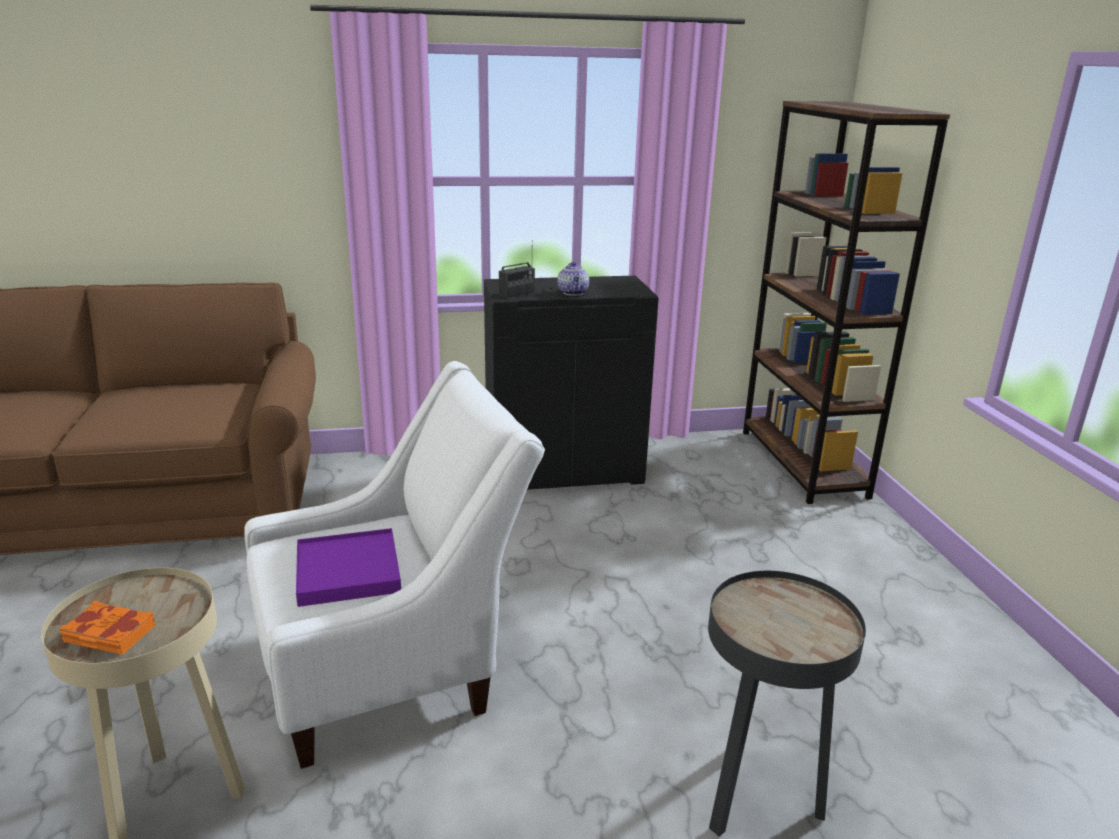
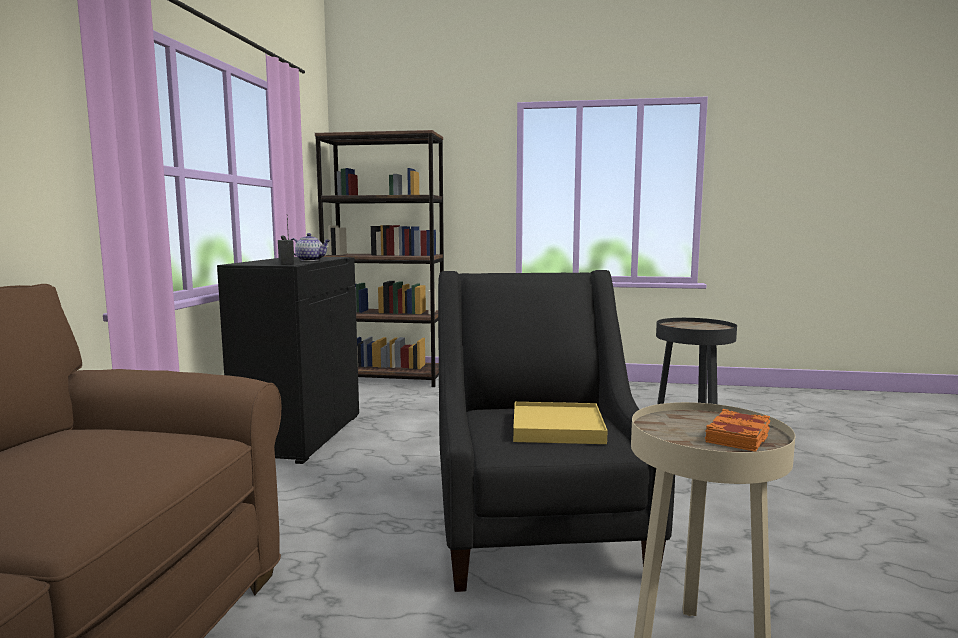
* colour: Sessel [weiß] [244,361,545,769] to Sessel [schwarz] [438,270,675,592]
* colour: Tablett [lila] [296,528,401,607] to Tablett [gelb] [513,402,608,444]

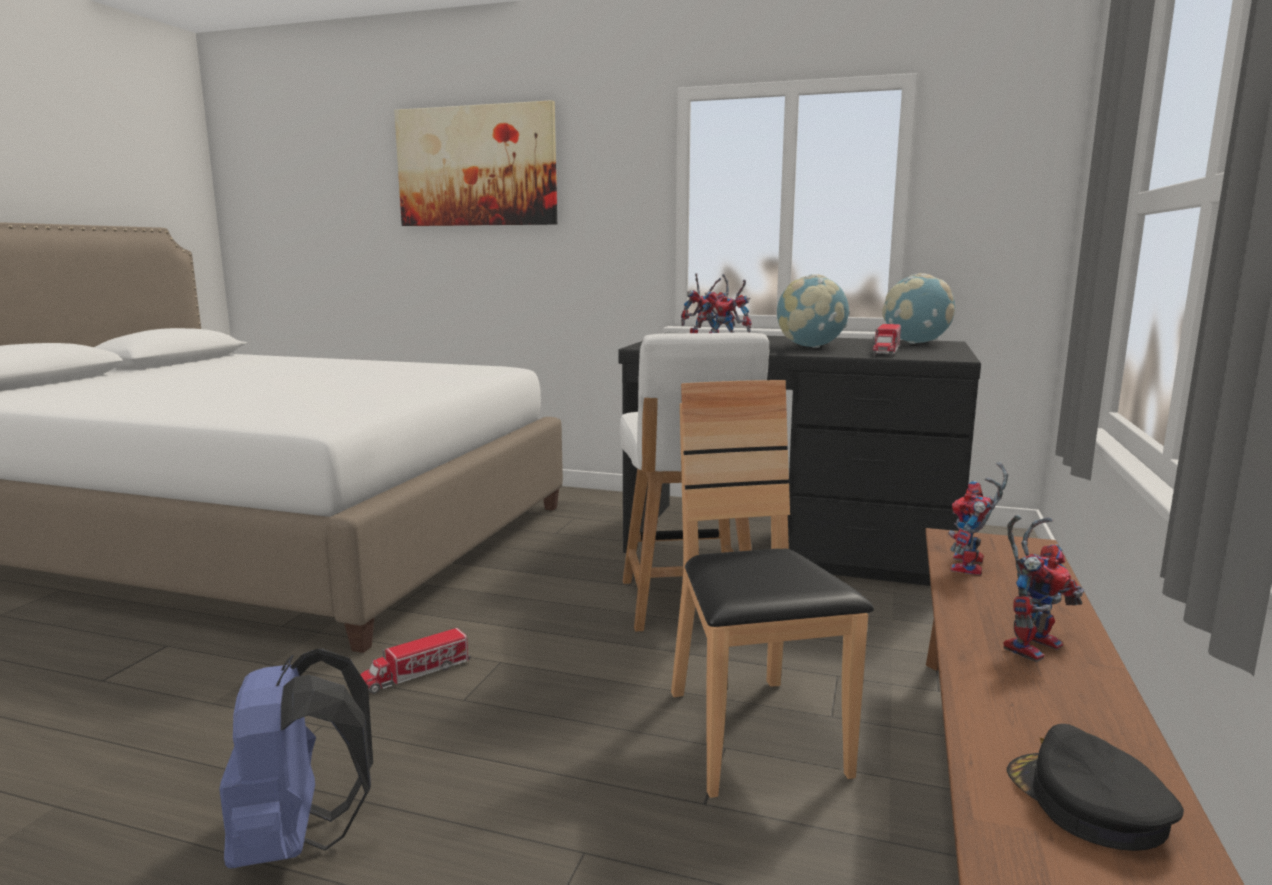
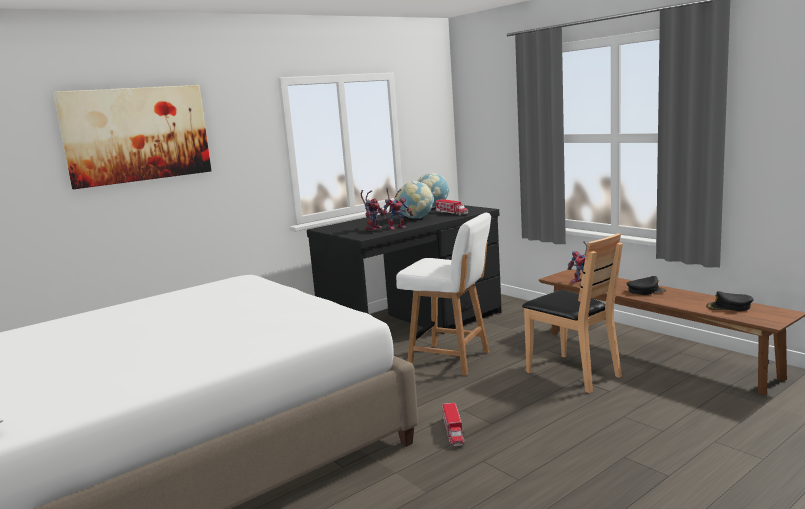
* missing: Rucksack [blau] [219,649,373,868]
* spun: Stuhl [braun] [671,380,874,798] = [522,233,623,393] 150 degrees counterclockwise
* exchanged: Spielzeugroboter [1003,515,1084,662] to Kappe [schwarz] [626,276,666,295]

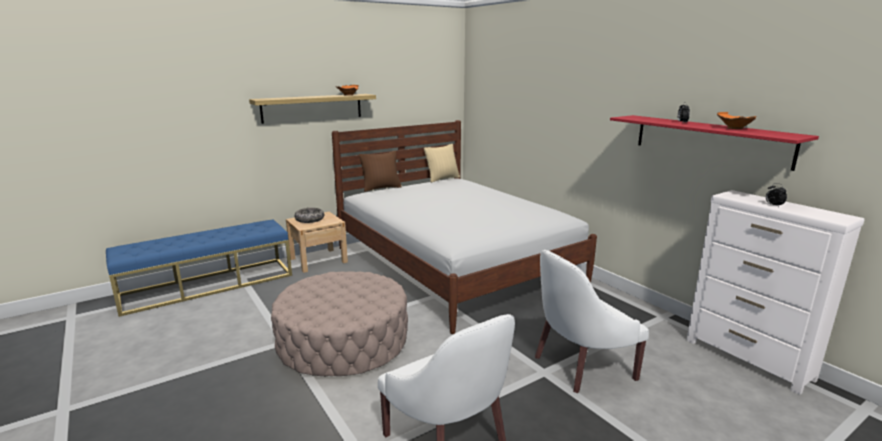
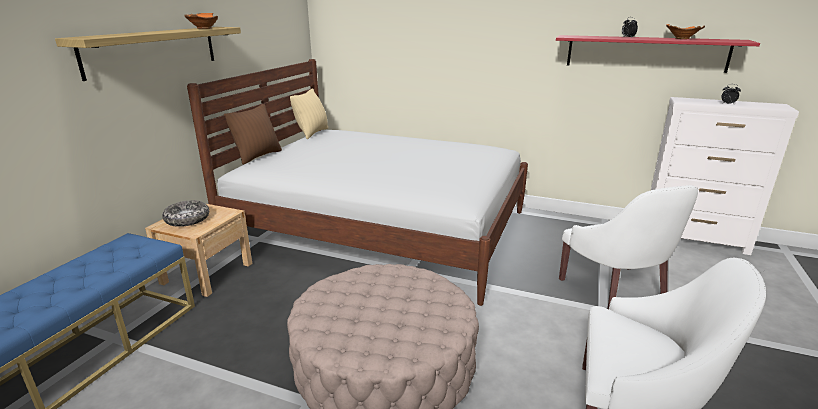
* spun: Sessel [weiß] [535,250,649,393] = [559,185,698,309] 45 degrees counterclockwise

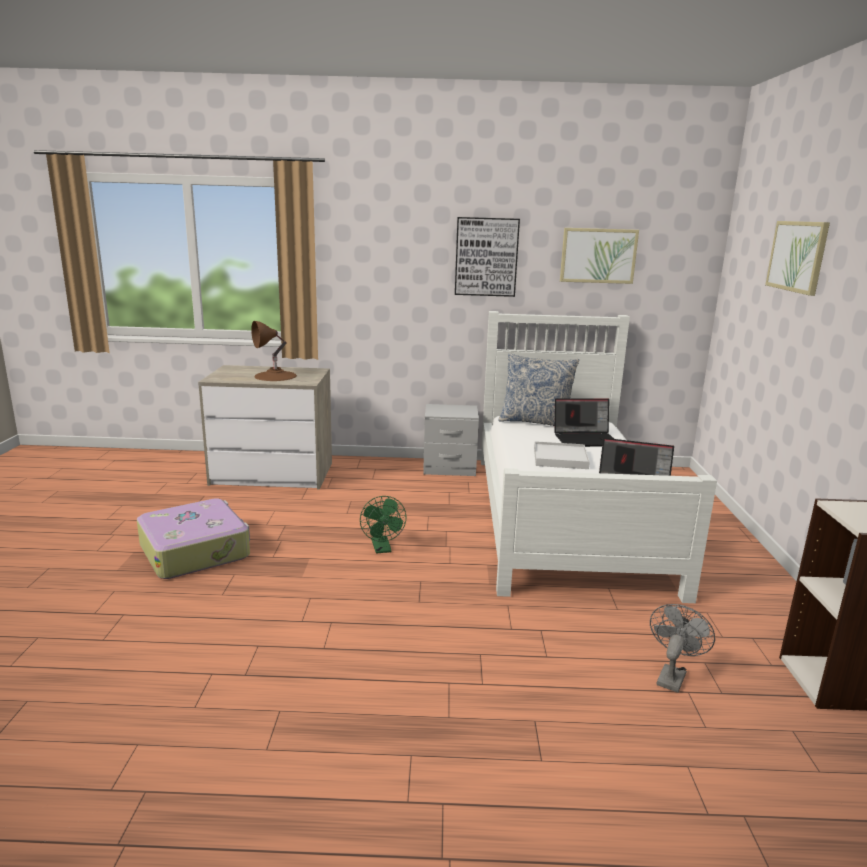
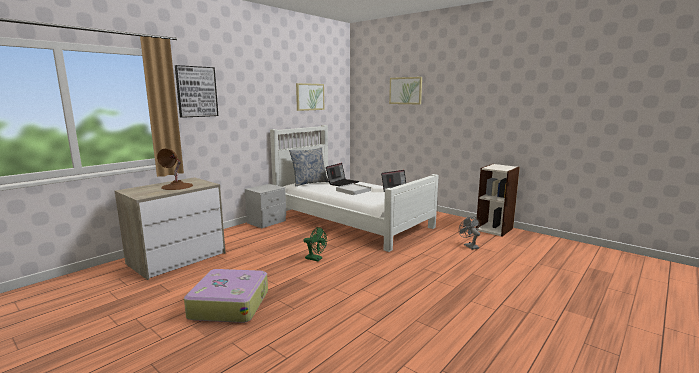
* relocated: Bild [455,217,520,297] to [175,65,218,118]

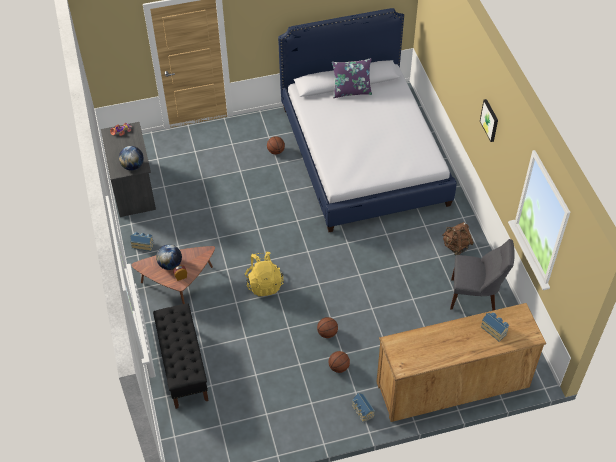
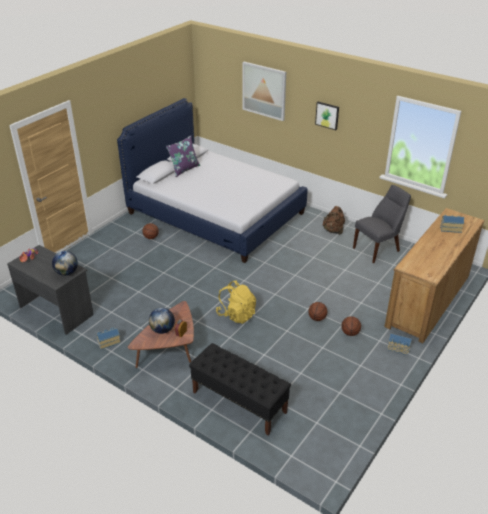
* appeared: Bild [242,62,286,121]

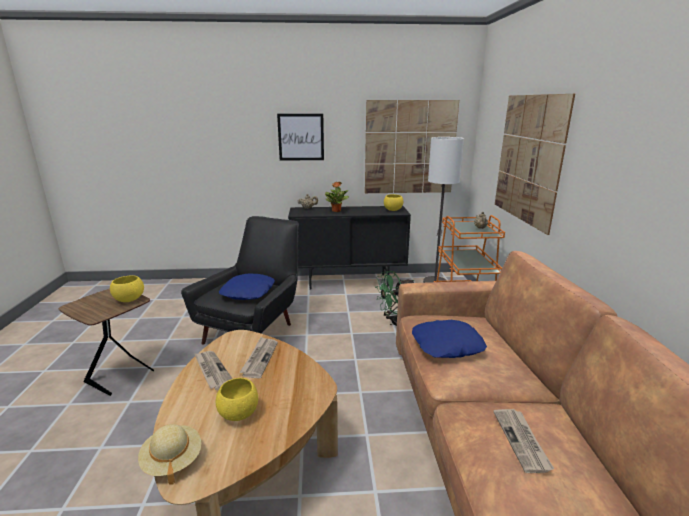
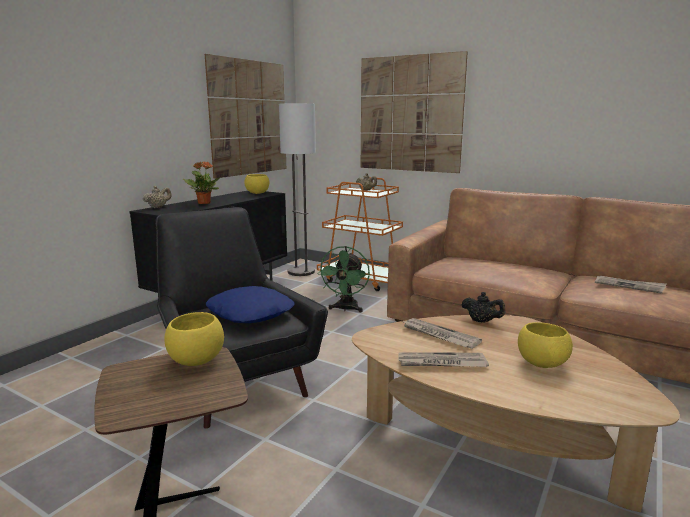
* missing: Hut [beige] [138,424,201,485]
* missing: Bild [277,114,324,161]
* missing: Kissen [blau] [412,320,487,358]
* appeared: Teekanne [schwarz] [462,292,506,323]

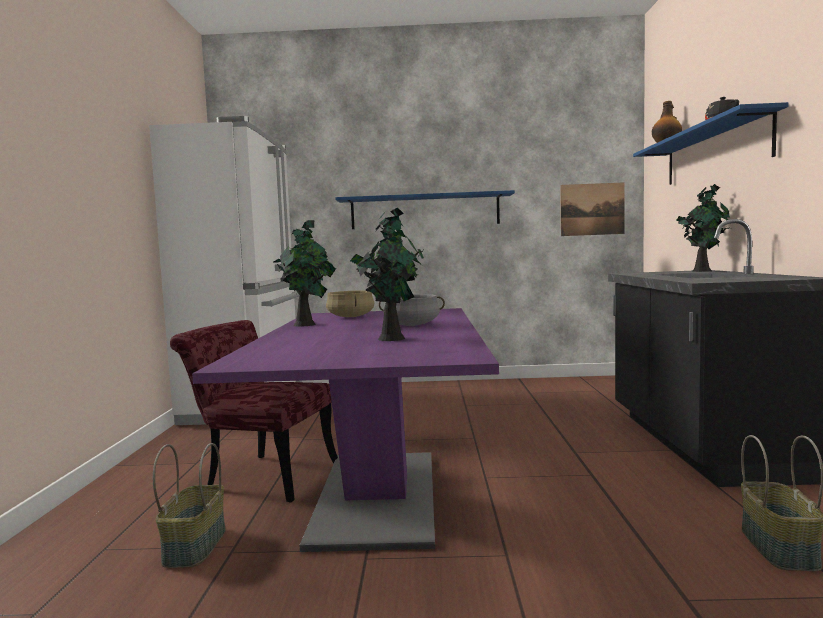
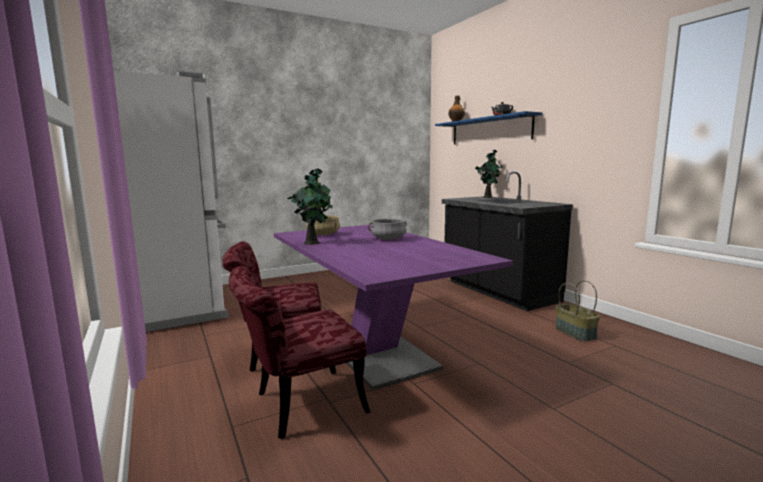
* exchanged: Korb [153,443,226,568] to Stuhl [rot] [229,266,370,439]
* missing: Wandregal [blau] [335,190,515,229]
* missing: Topfpflanze [350,207,424,341]
* missing: Bild [560,182,625,236]

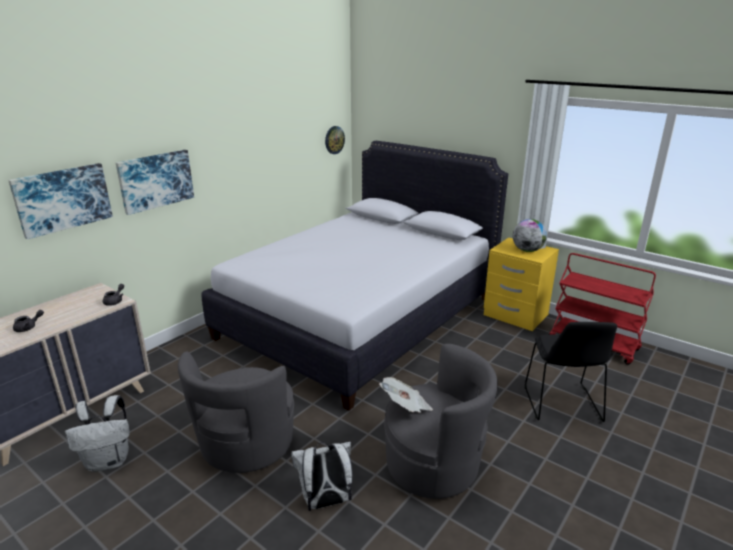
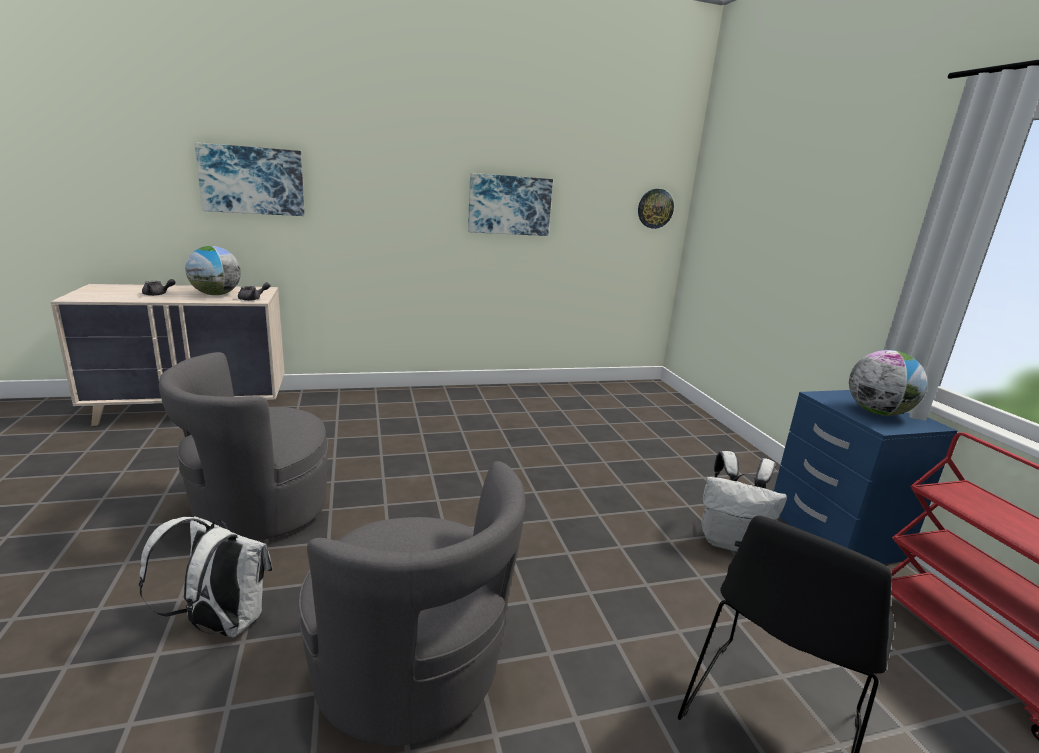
* relocated: Rucksack [weiß] [65,395,130,472] to [702,451,787,552]
* relocated: Bild [116,150,194,215] to [468,173,553,236]
* missing: Bett [weiß] [202,141,508,411]
* missing: Zeitung [379,377,433,413]
* colour: Nachttisch [gelb] [484,238,559,331] to Nachttisch [blau] [774,390,958,564]
* appeared: Globus [185,246,241,295]

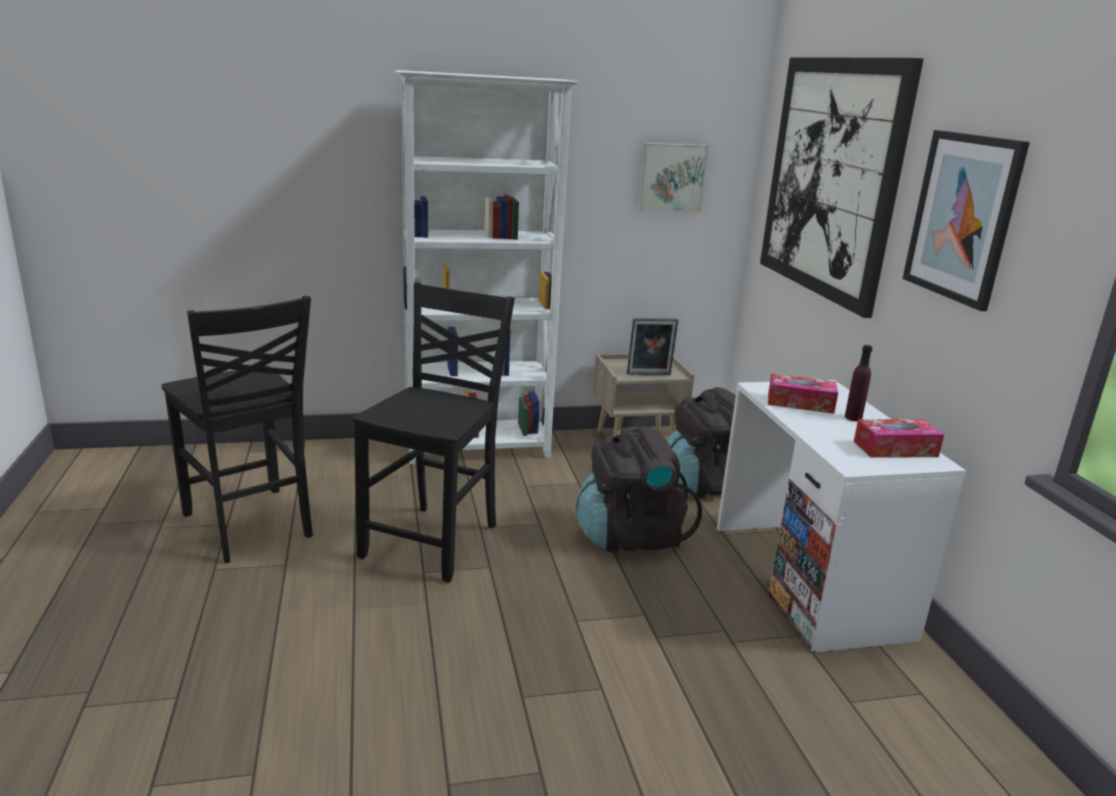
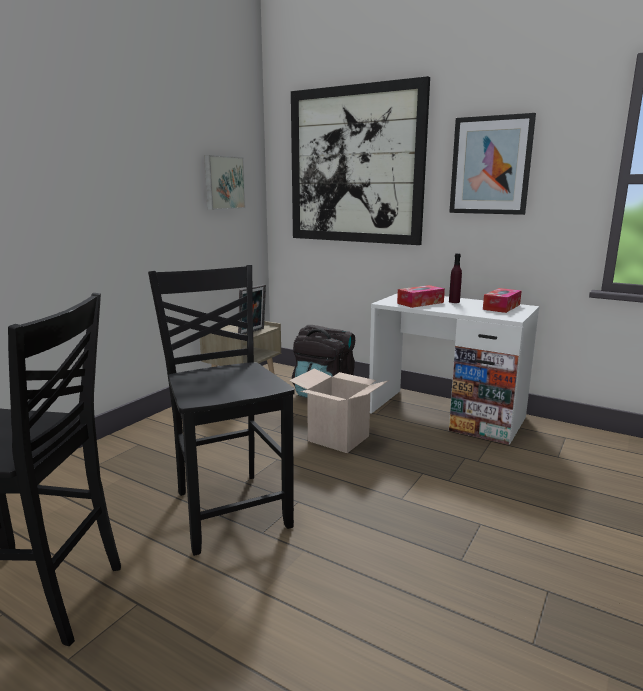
* missing: Bücherregal [weiß] [395,70,579,464]
* exchanged: Rucksack [schwarz] [576,426,702,553] to Karton [289,369,389,453]

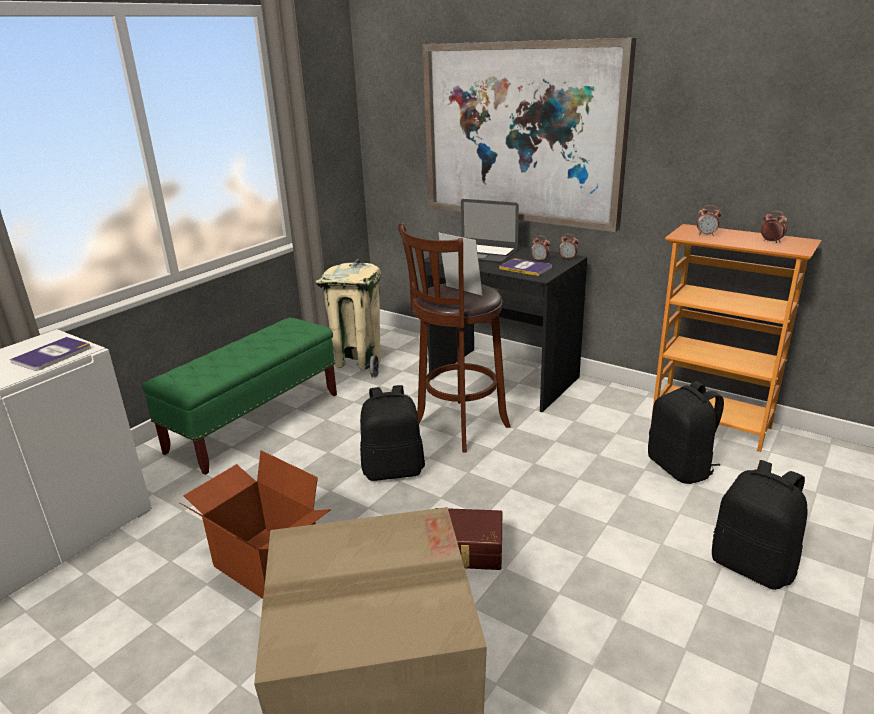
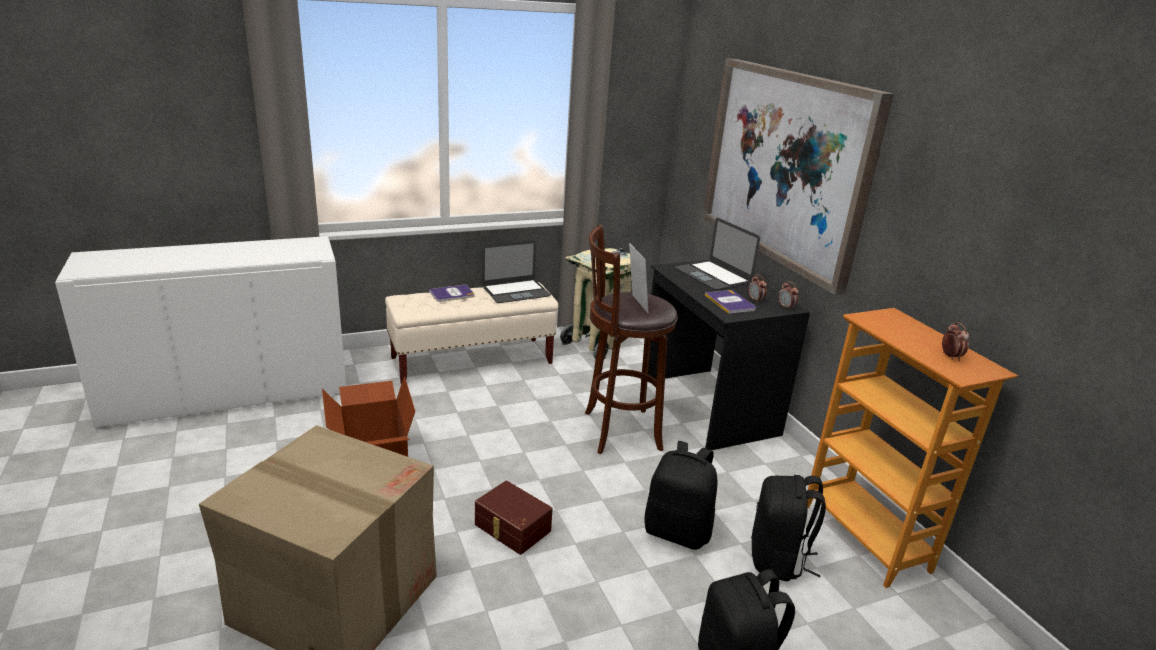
* relocated: Buch [10,337,91,371] to [429,284,475,302]
* colour: Bank [grün] [142,318,337,475] to Bank [beige] [385,282,558,384]
* relocated: Rucksack [schwarz] [360,385,425,481] to [644,441,718,550]
* missing: Wecker [696,205,721,236]
* appeared: Laptop [482,241,551,303]

